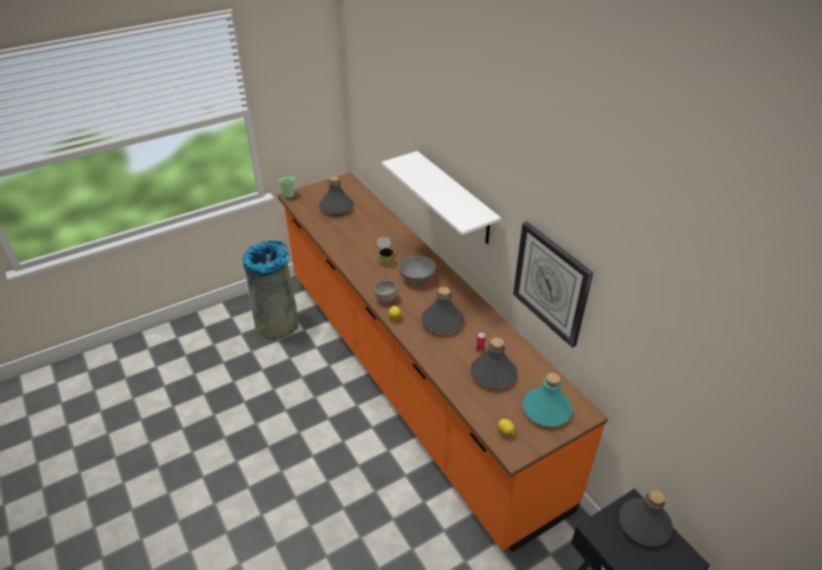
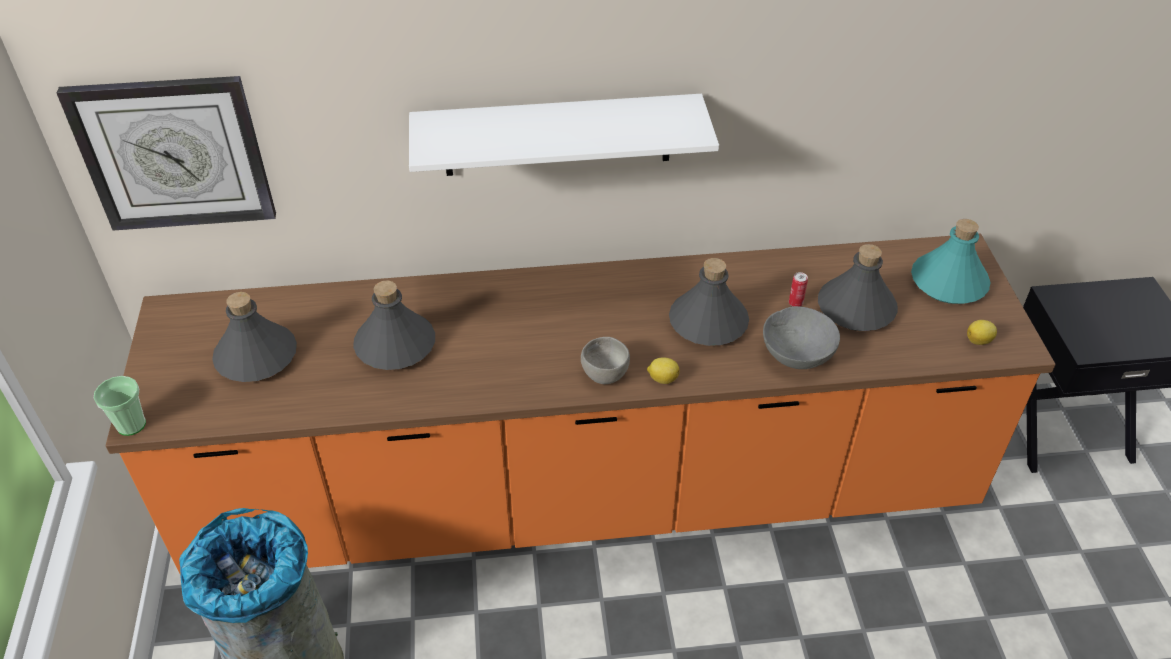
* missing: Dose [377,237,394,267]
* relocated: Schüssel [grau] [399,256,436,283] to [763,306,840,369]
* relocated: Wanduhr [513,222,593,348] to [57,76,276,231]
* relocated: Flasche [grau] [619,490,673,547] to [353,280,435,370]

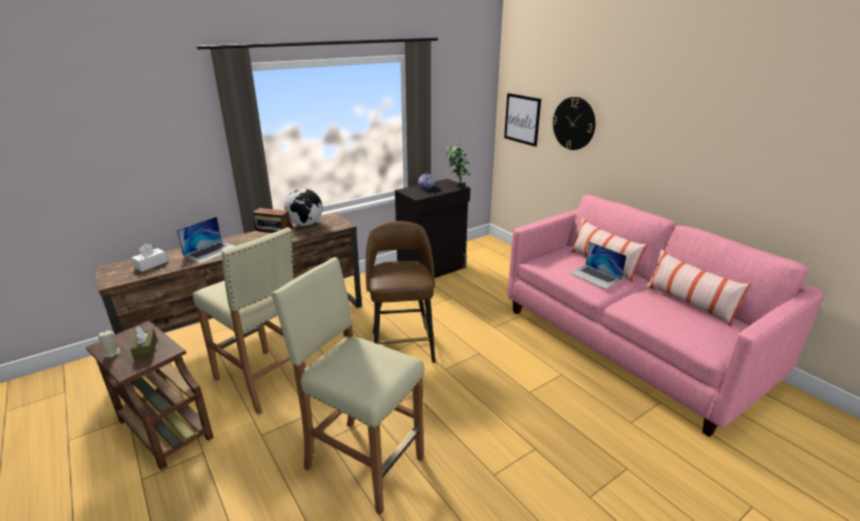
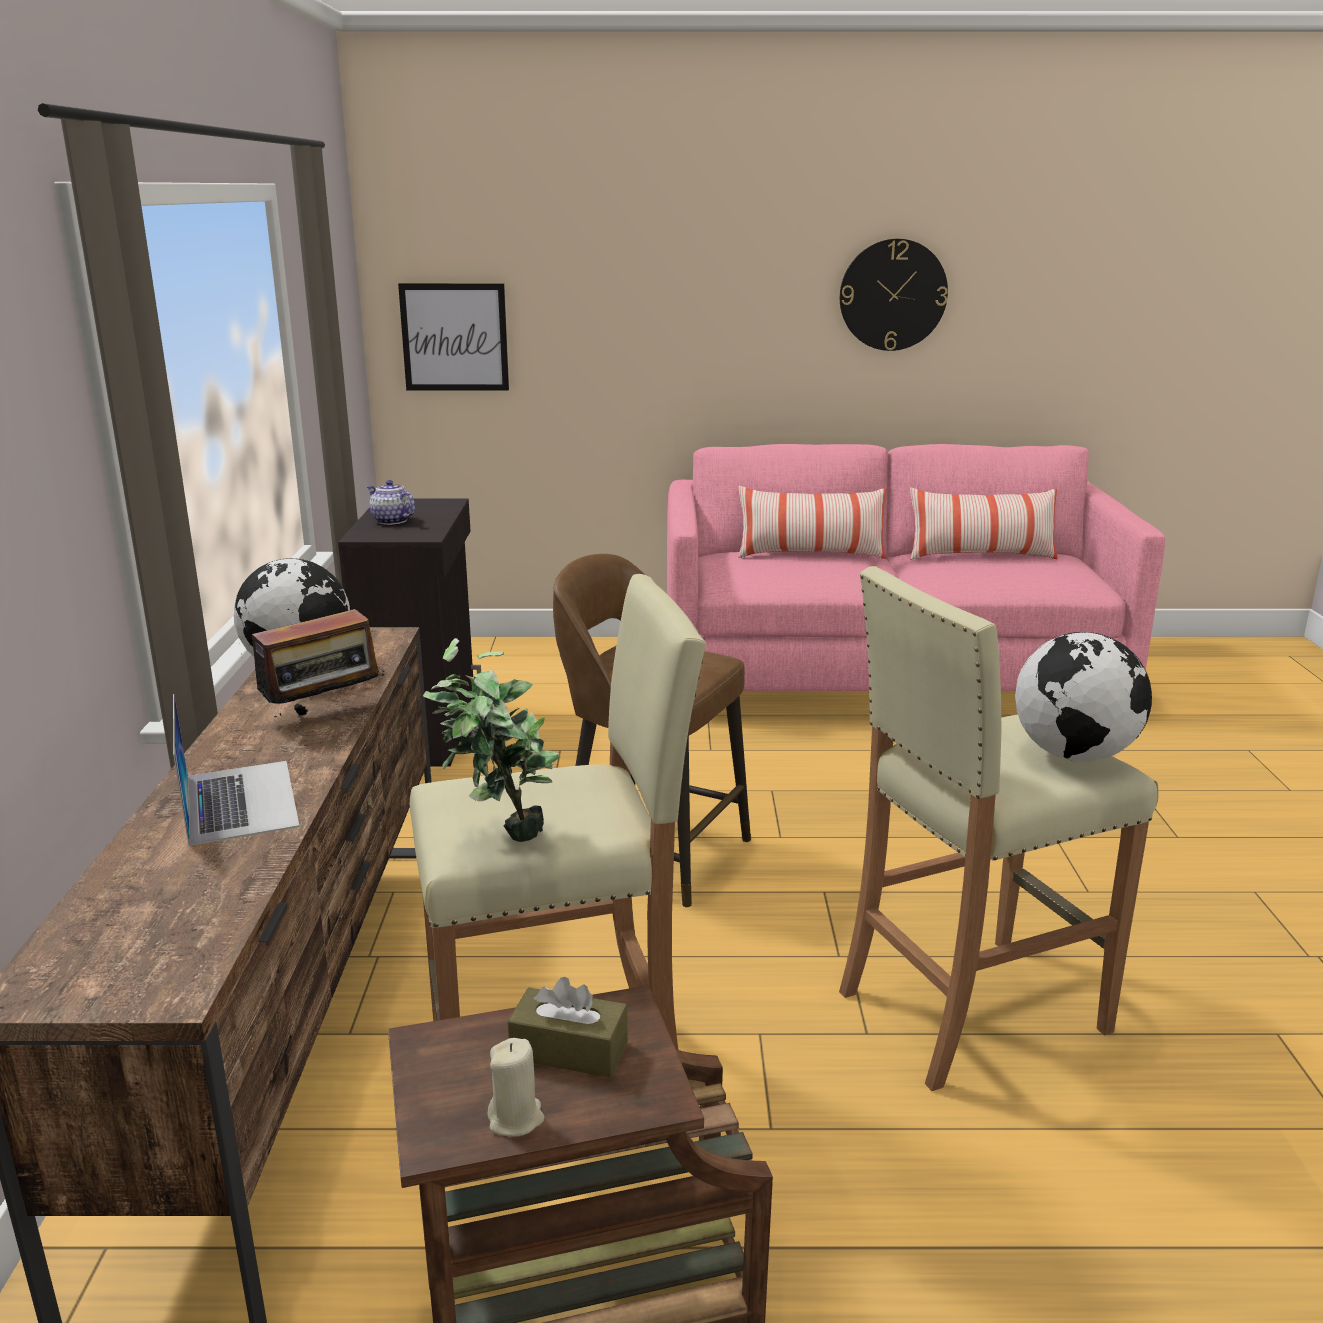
* missing: Taschentuchbox [weiß] [131,244,168,272]
* relocated: Topfpflanze [446,141,471,188] to [423,638,560,842]
* relocated: Wanduhr [552,97,595,150] to [840,239,948,351]
* missing: Laptop [569,242,627,289]
* appeared: Globus [1015,632,1152,762]

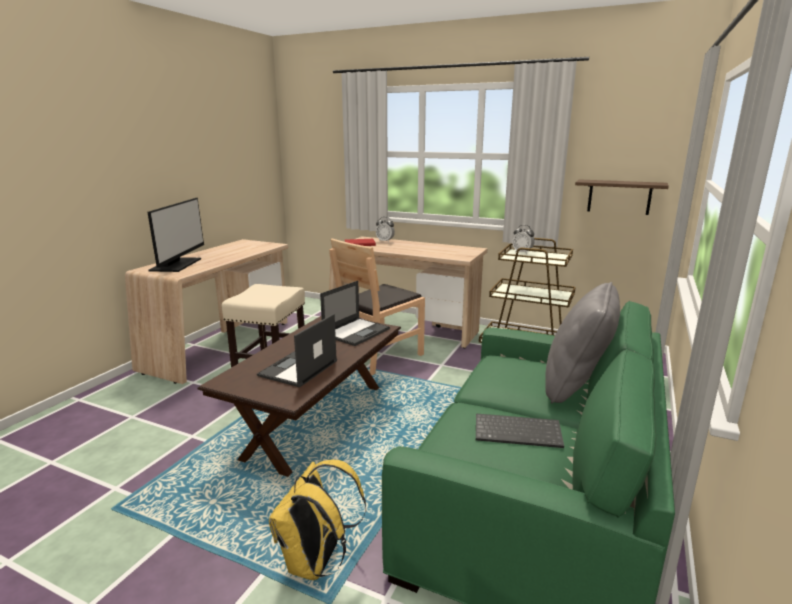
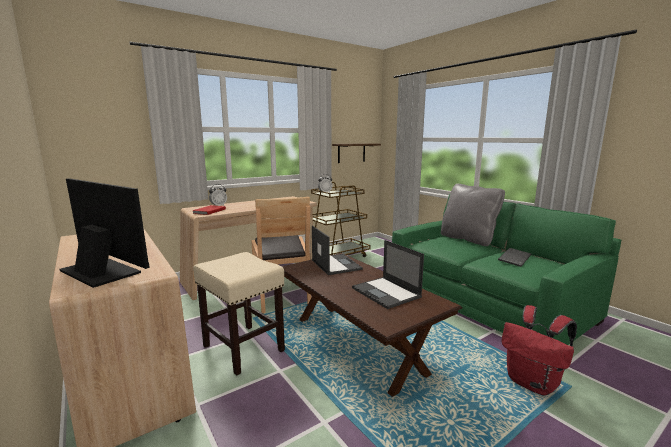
* colour: Rucksack [gelb] [269,459,366,580] to Rucksack [rot] [501,305,577,395]

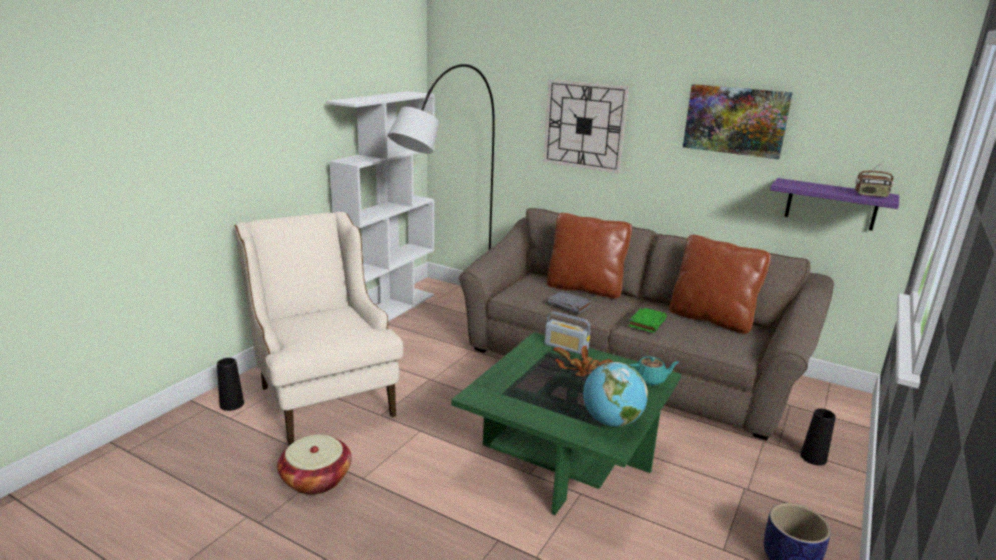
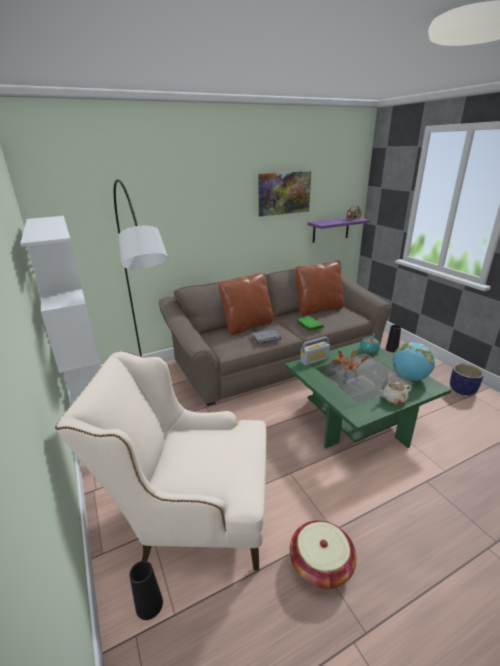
* missing: Wanduhr [543,79,629,173]
* appeared: Teekanne [beige] [379,381,412,404]

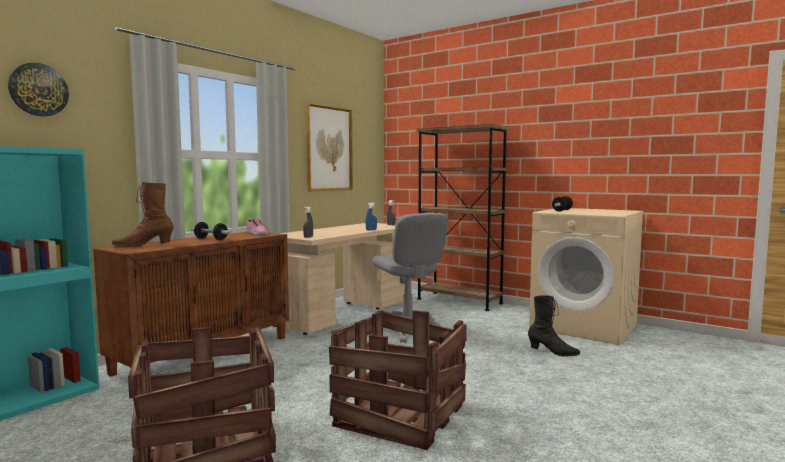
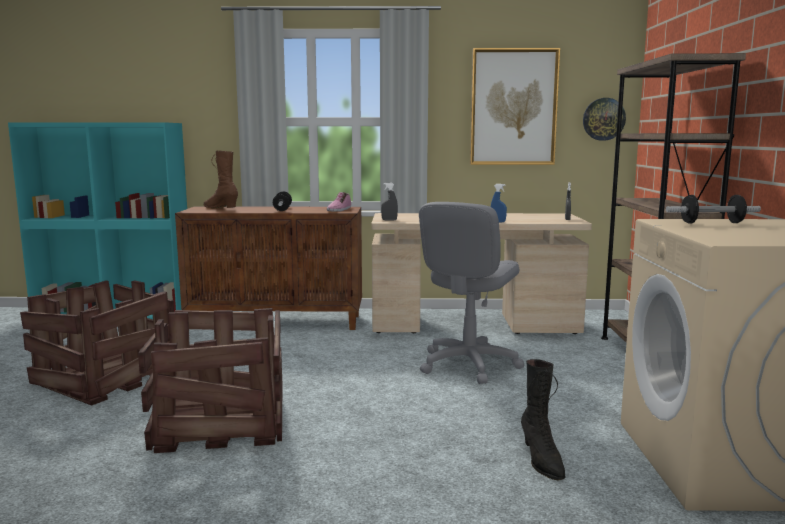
* relocated: Wanduhr [8,63,69,117] to [583,98,626,141]

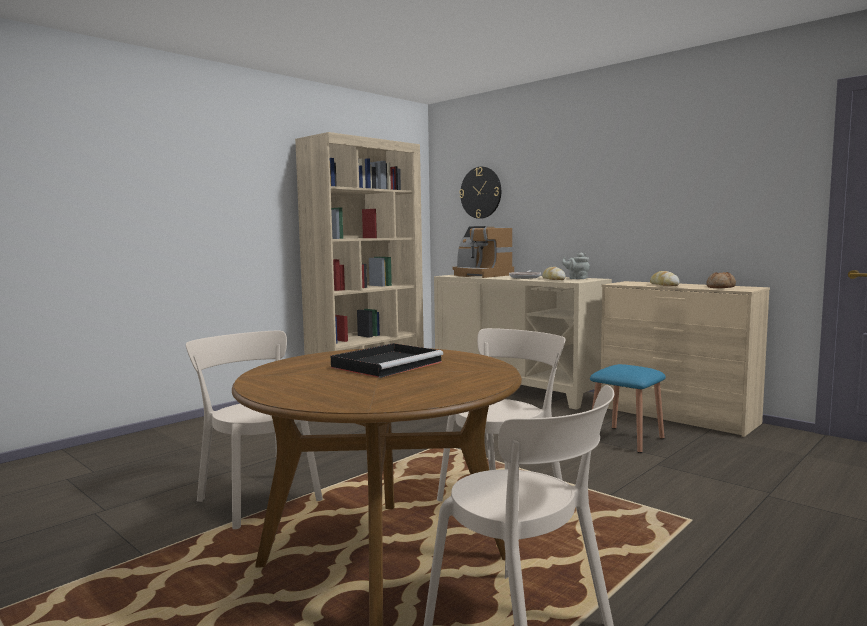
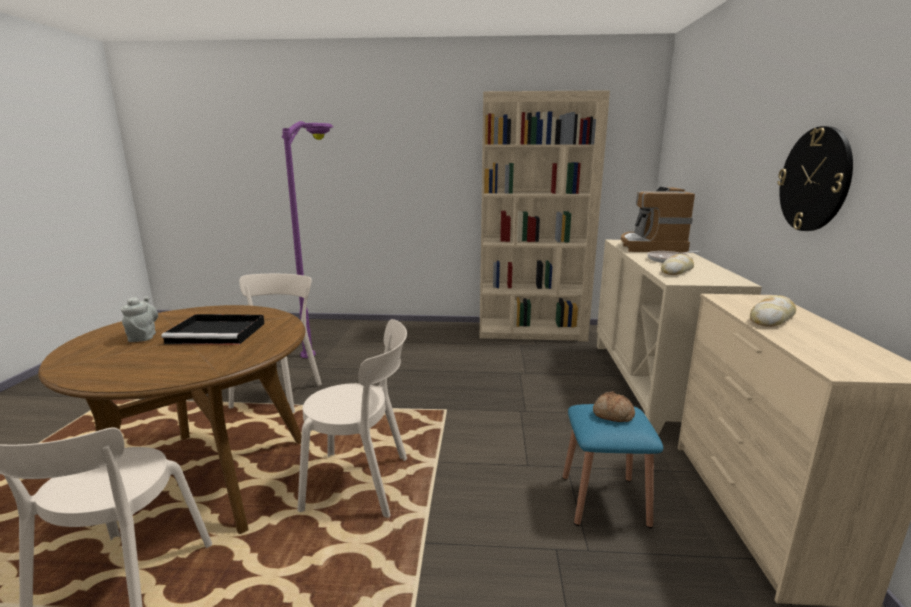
* relocated: Wanduhr [459,167,501,219] to [777,126,853,231]
* relocated: Teekanne [grau] [562,253,590,279] to [121,297,158,342]
* relocated: Brot [706,272,736,288] to [593,391,635,422]
* appeared: Stehlampe [lila] [282,121,333,358]

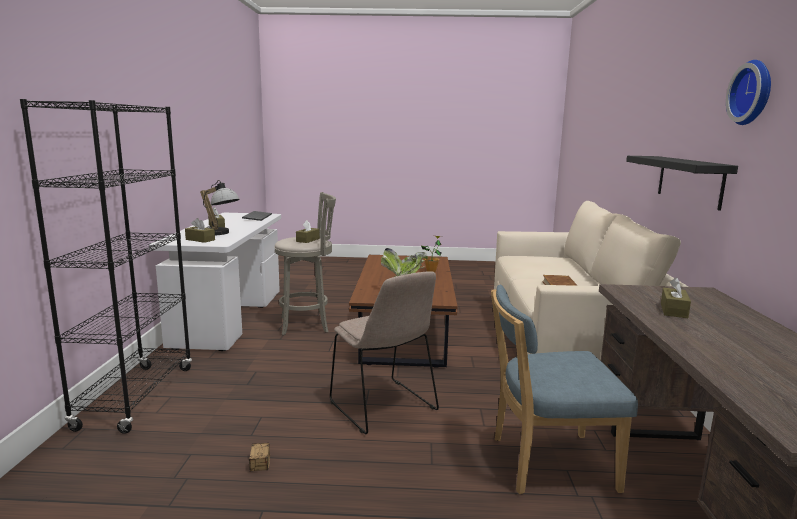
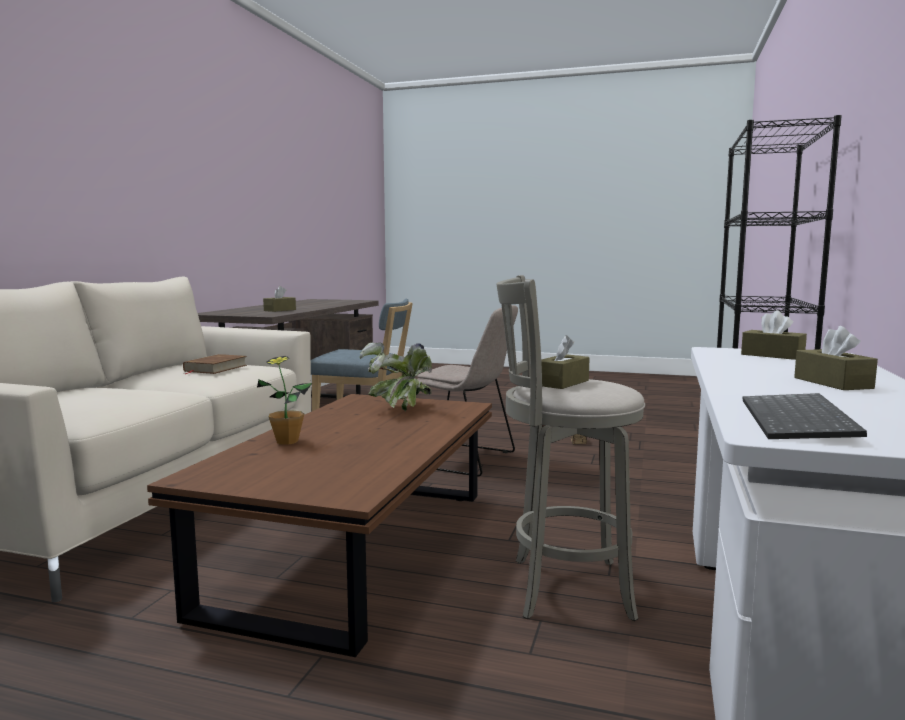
* missing: Tischlampe [200,180,240,235]
* spun: Stuhl [beige] [330,271,439,434] = [417,305,518,477] 135 degrees clockwise
* missing: Wandregal [schwarz] [626,156,738,211]
* missing: Wanduhr [726,60,771,125]

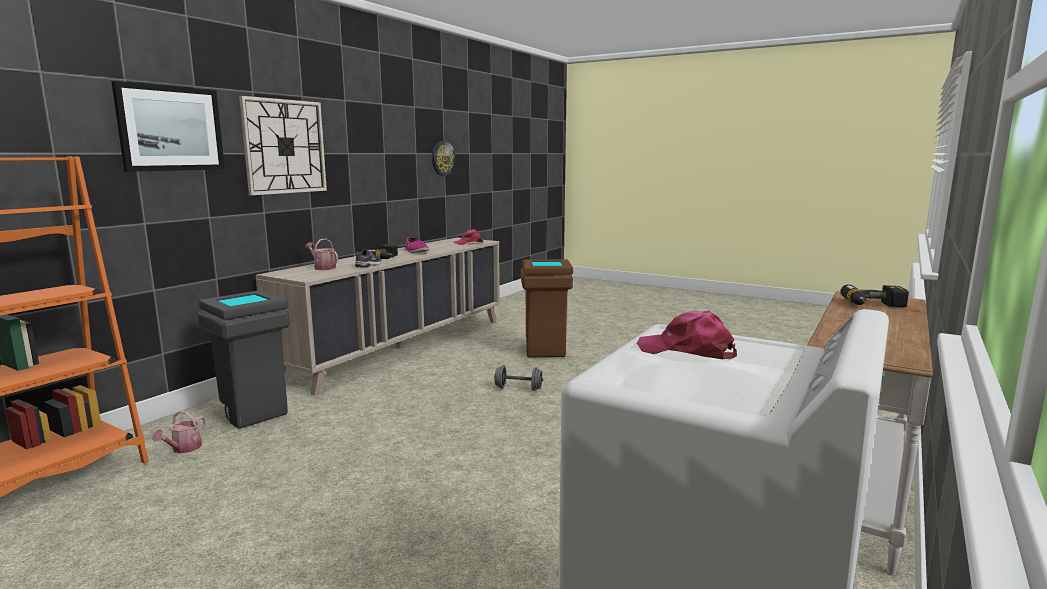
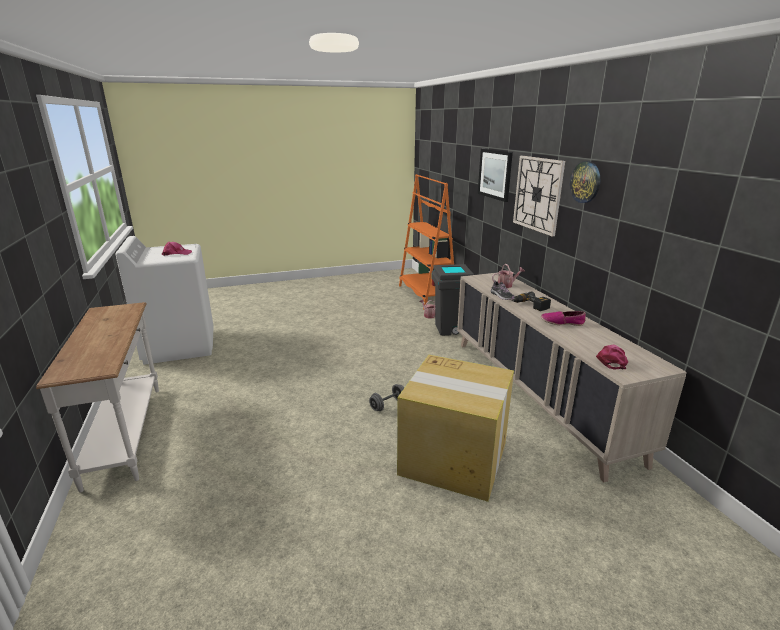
* relocated: Wanduhr [432,141,455,176] to [570,161,600,203]
* exchanged: Mülleimer [braun] [521,259,573,357] to Karton [397,355,514,502]
* missing: Bohrmaschine [840,285,909,307]

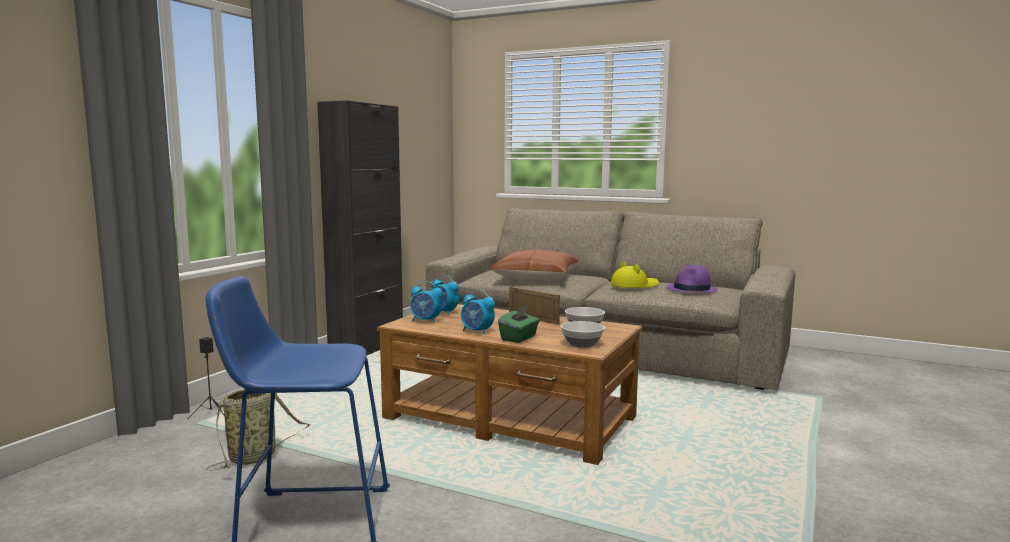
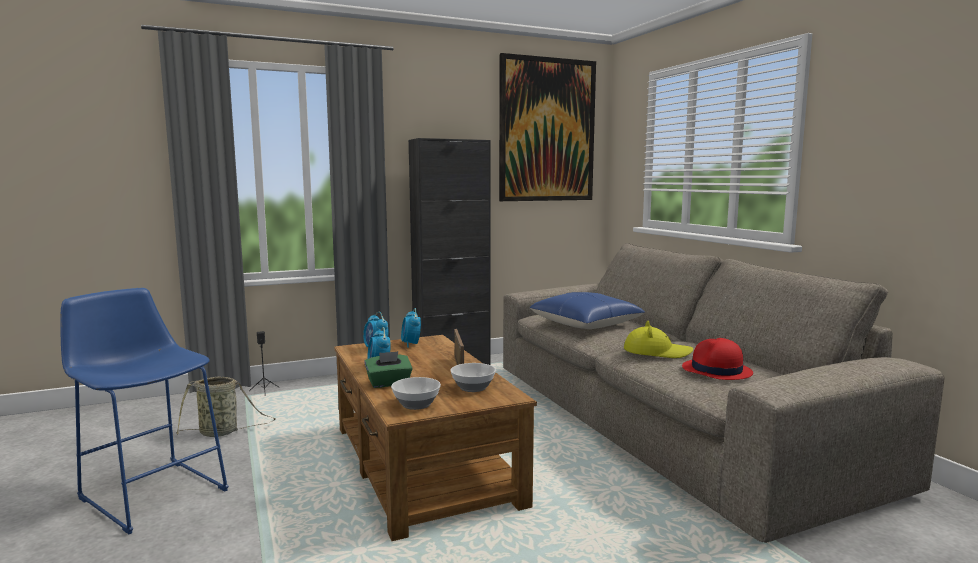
* colour: Kissen [braun] [491,249,579,280] to Kissen [blau] [529,292,645,329]
* colour: Hut [lila] [666,265,718,293] to Hut [rot] [682,338,753,380]
* appeared: Bild [499,53,596,201]

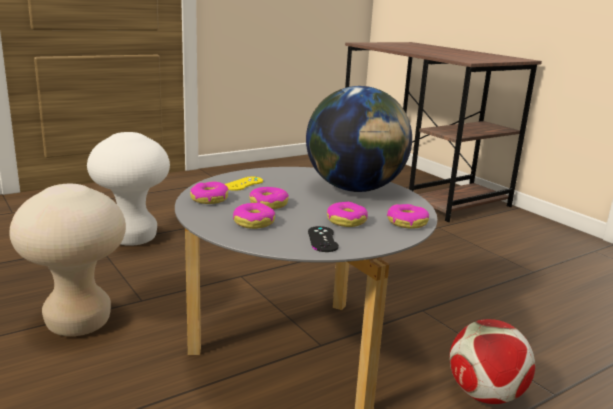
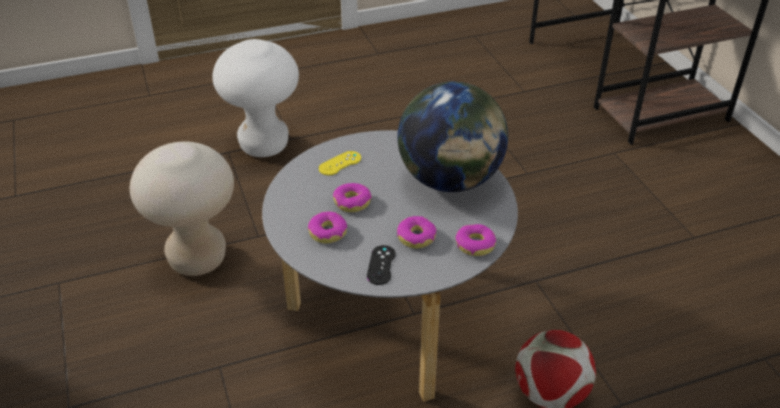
* missing: Donut [190,181,228,204]

